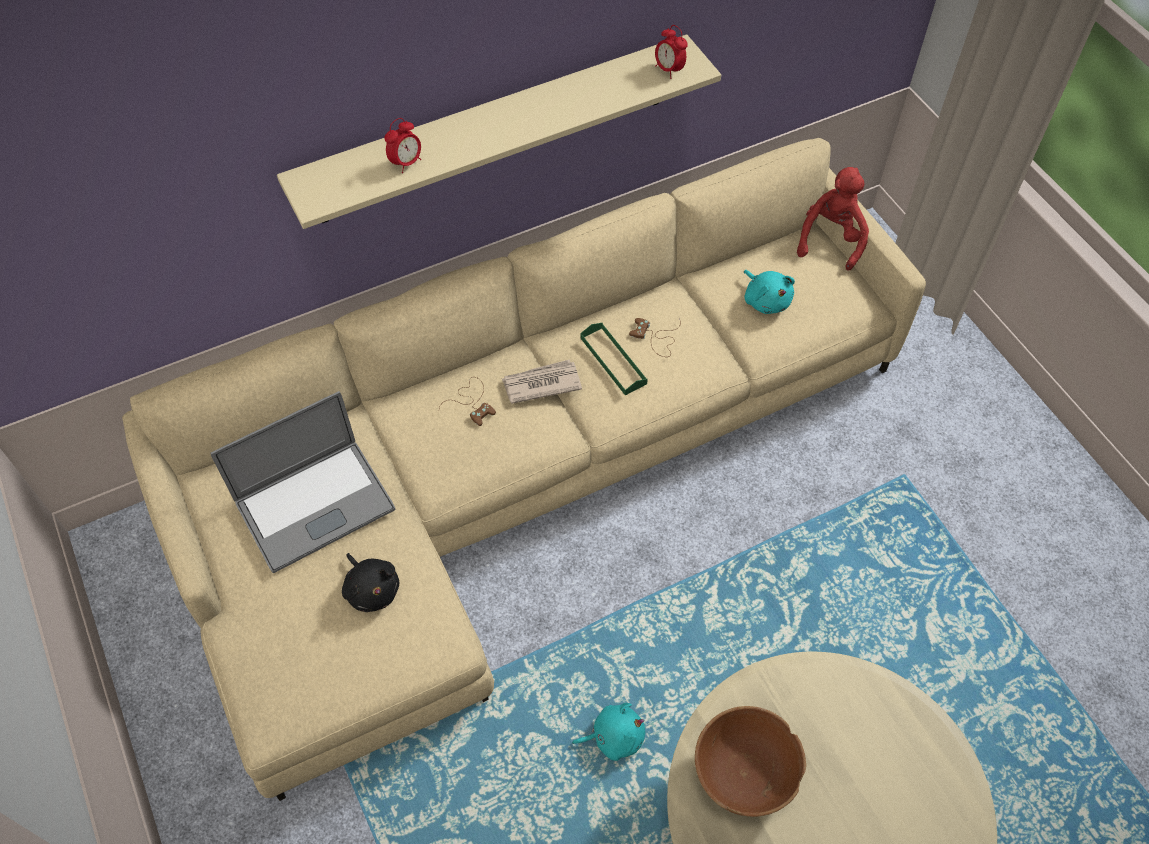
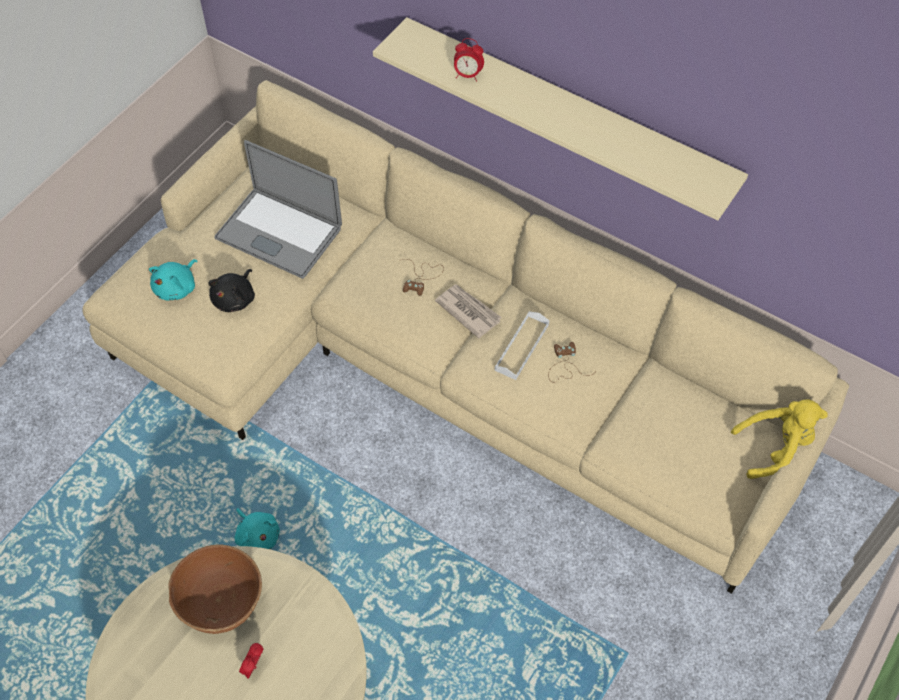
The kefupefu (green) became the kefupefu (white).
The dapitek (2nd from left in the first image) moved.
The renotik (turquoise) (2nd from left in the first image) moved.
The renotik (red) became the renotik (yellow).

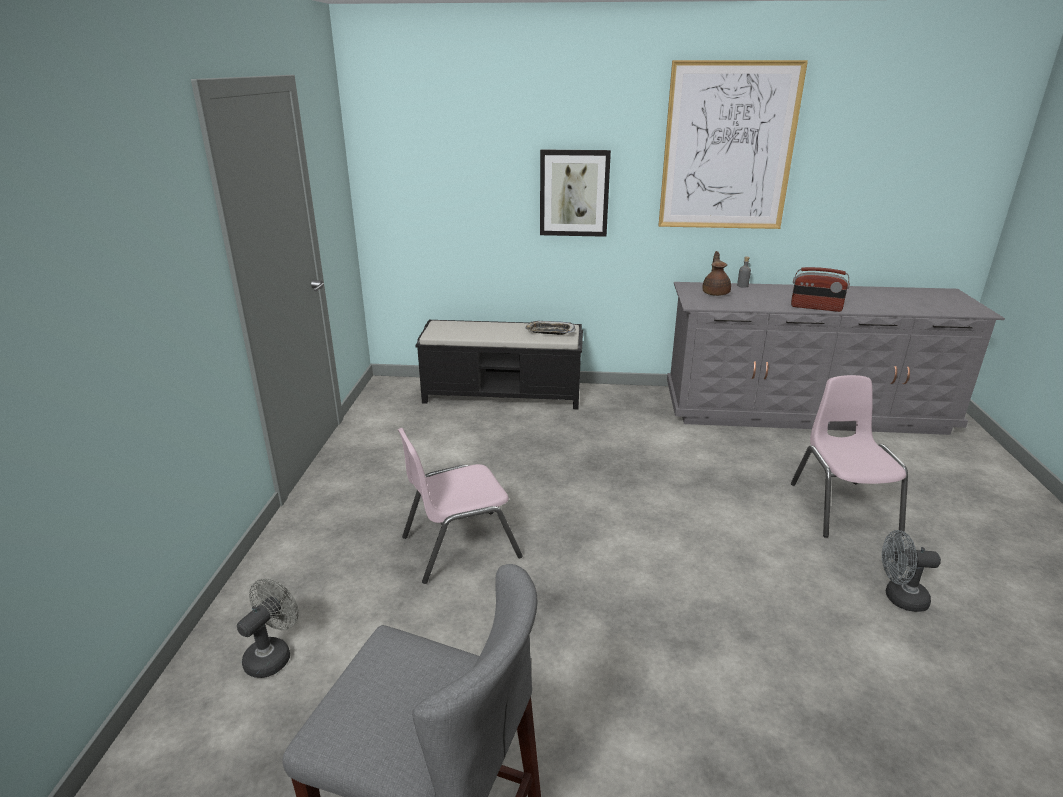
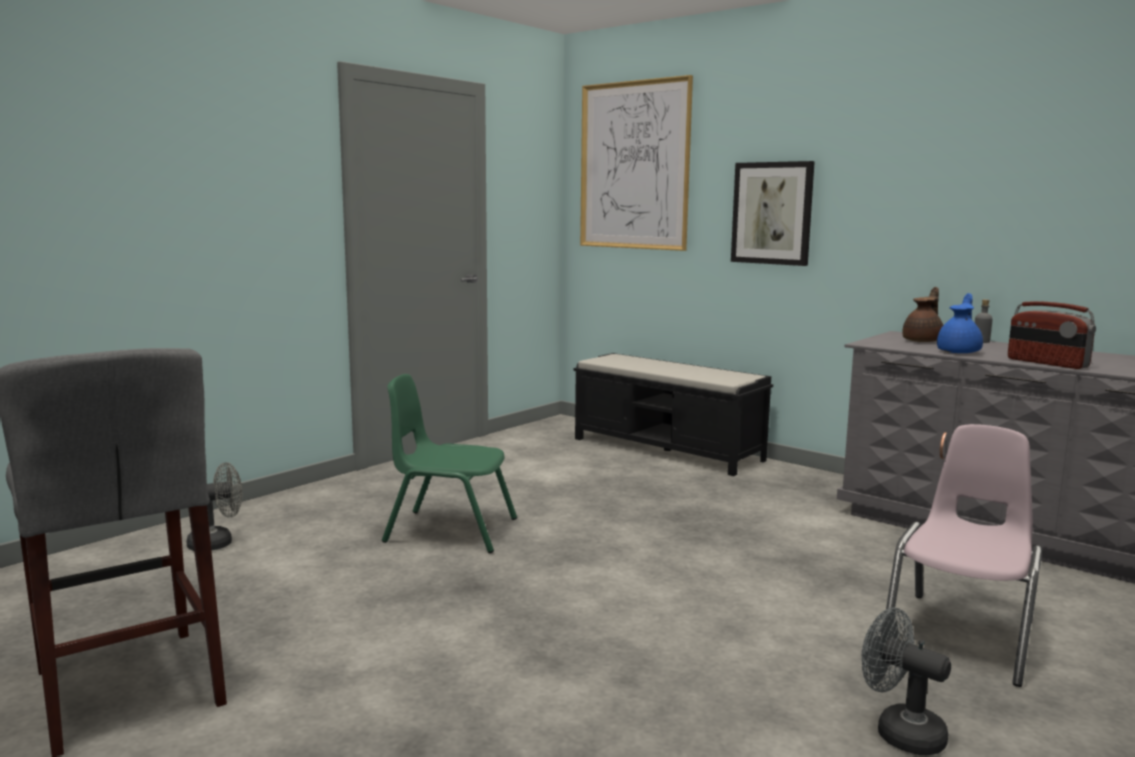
The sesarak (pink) (1st from left) became the sesarak (green).
The kefupefu disappeared.
The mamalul (2nd from left in the first image) moved.
The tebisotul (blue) appeared.

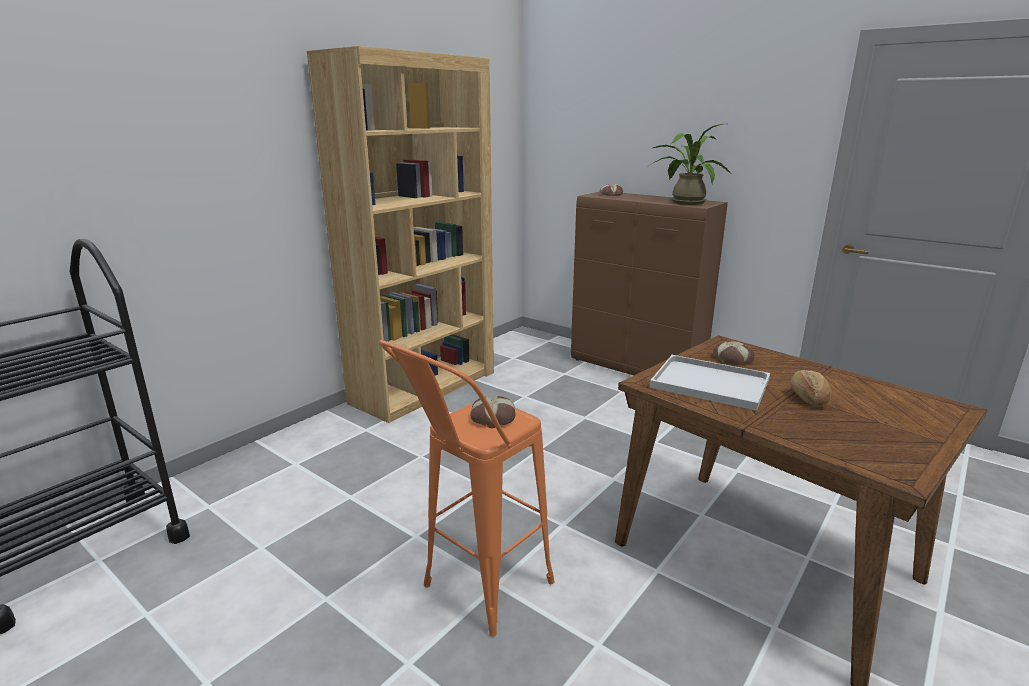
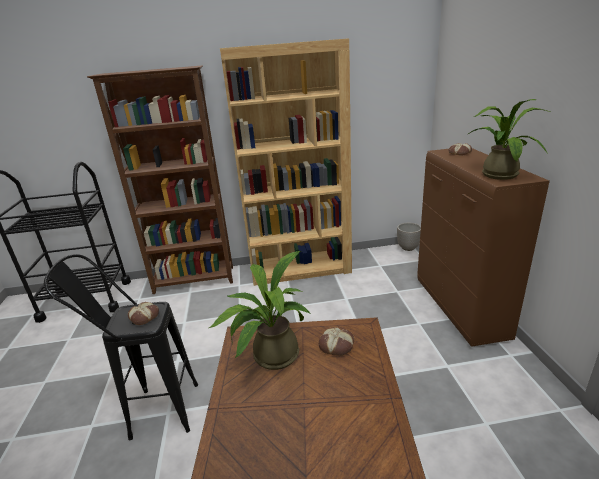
The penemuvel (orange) became the penemuvel (black).
The kefupefu (white) was replaced by the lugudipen (1st from left).
The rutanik (4th from left) disappeared.
The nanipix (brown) (1st from left) appeared.
The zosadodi appeared.

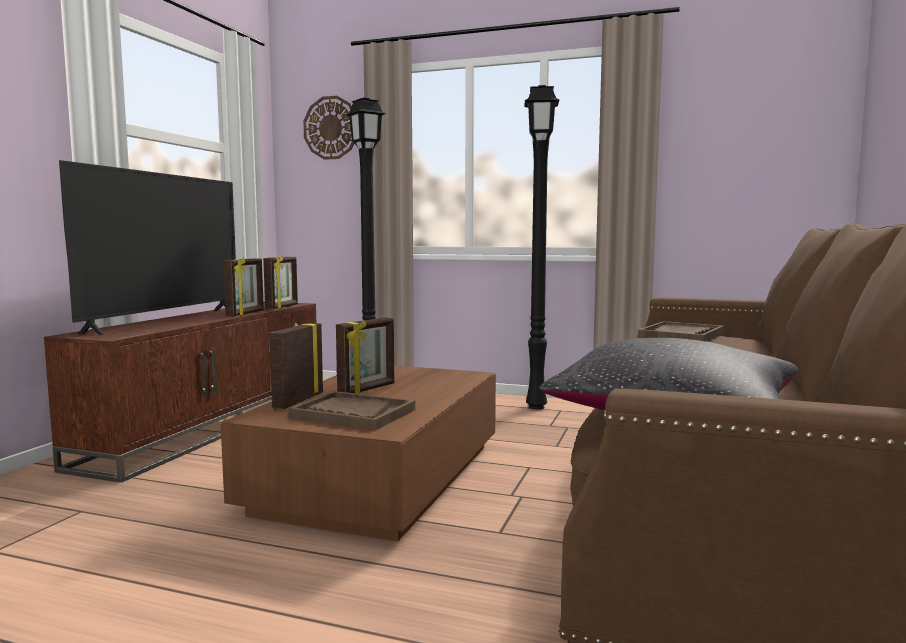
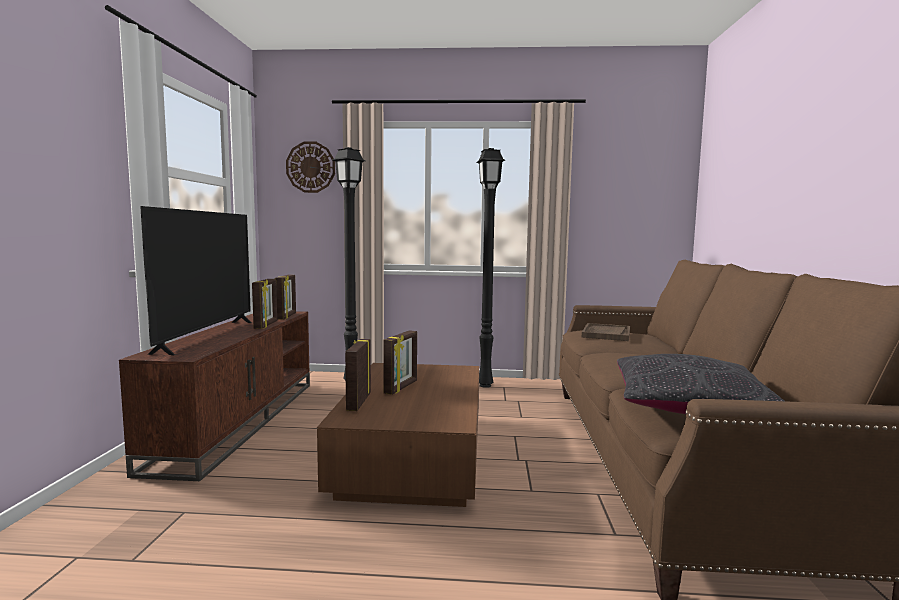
The kefupefu (brown) (1st from left) disappeared.

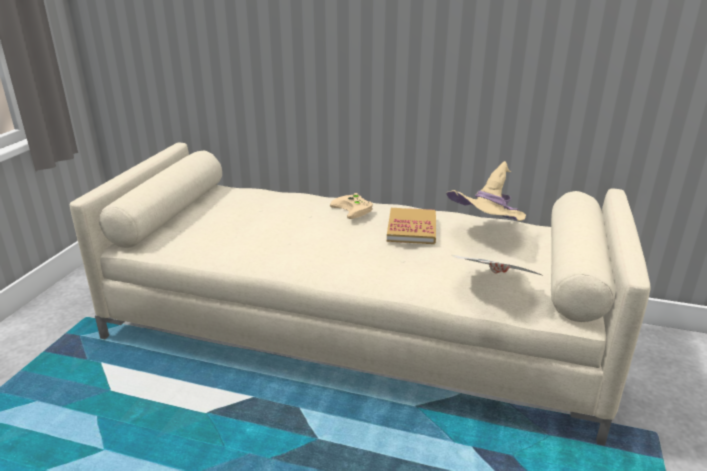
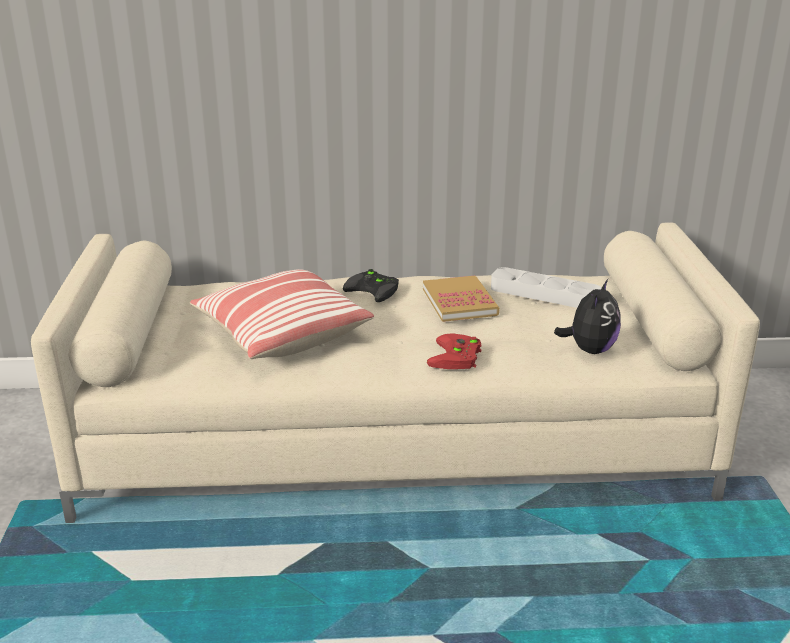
The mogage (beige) became the mogage (black).
The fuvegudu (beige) was replaced by the kefupefu (grey).
The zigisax was replaced by the renotik.
The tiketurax appeared.
The mogage (red) appeared.

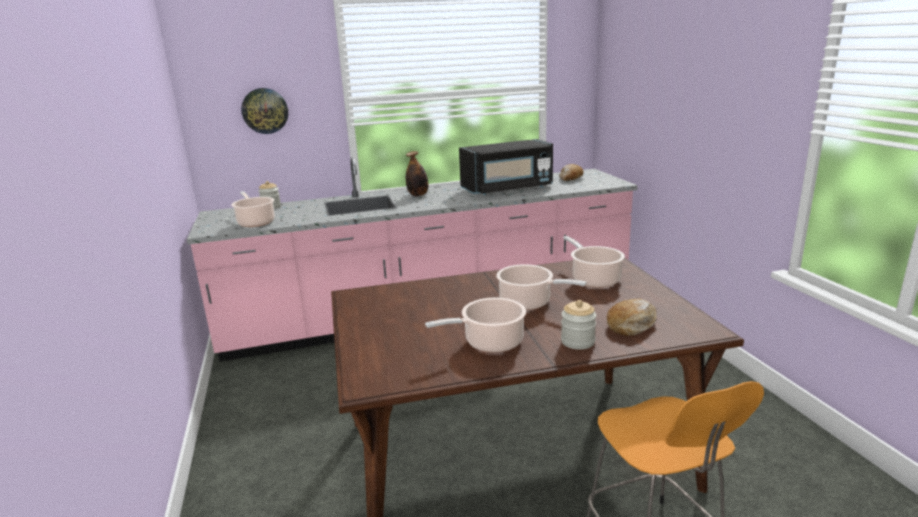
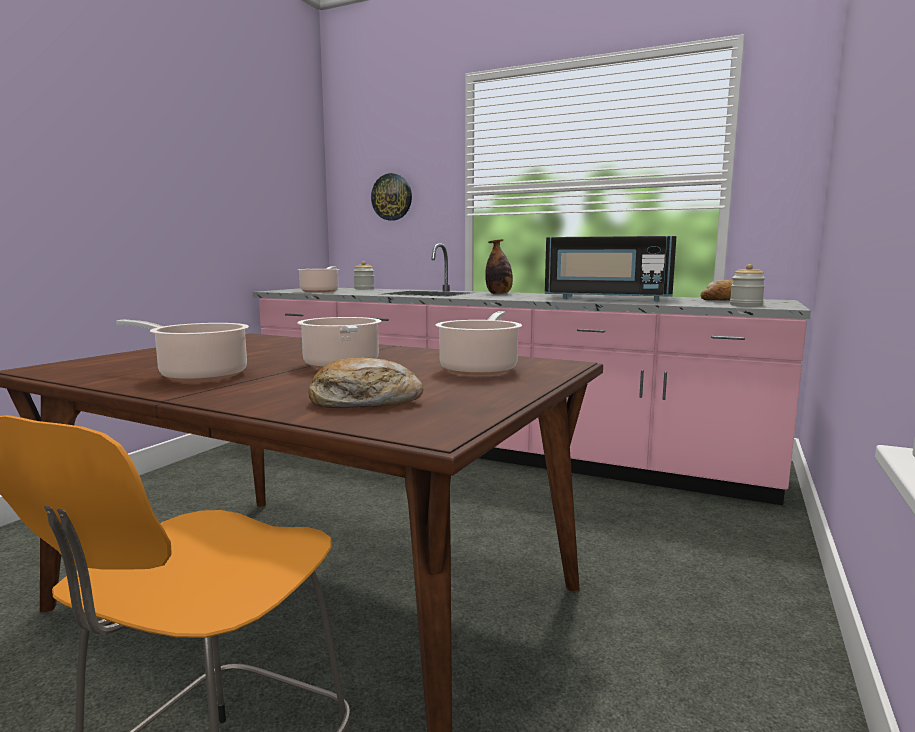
The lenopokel (2nd from left) moved.

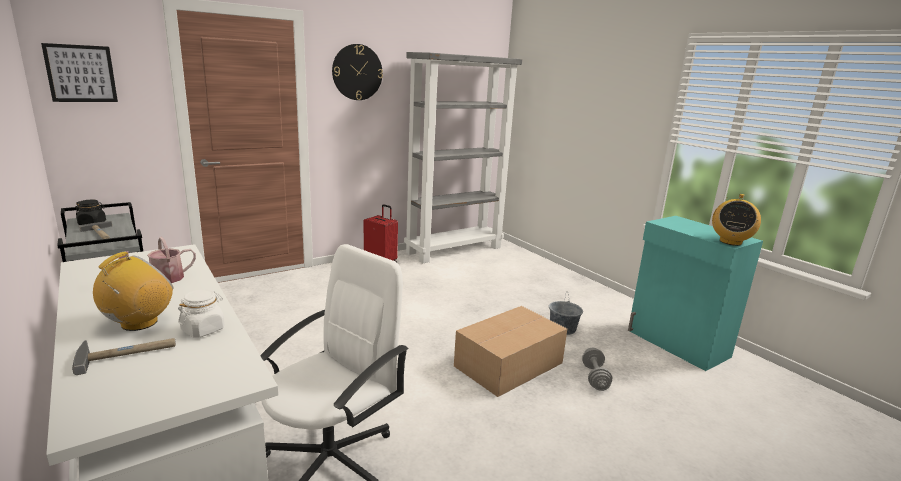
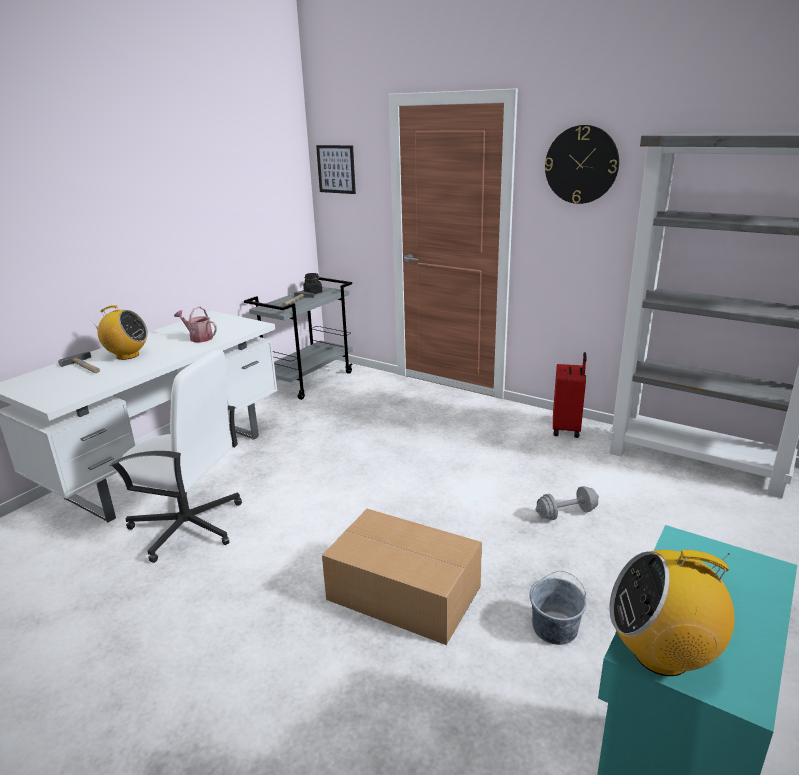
The lenopokel (white) disappeared.
The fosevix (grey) moved.

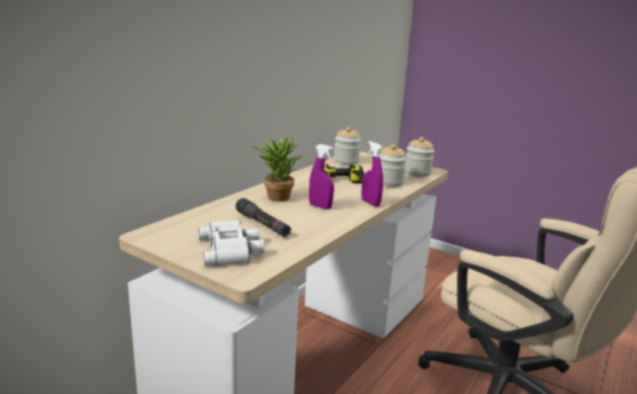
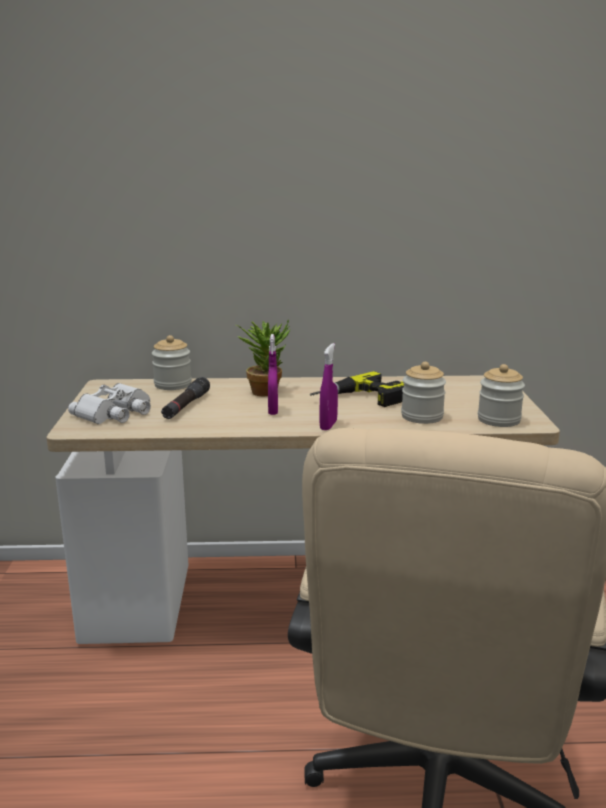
The lenopokel (1st from left) moved.

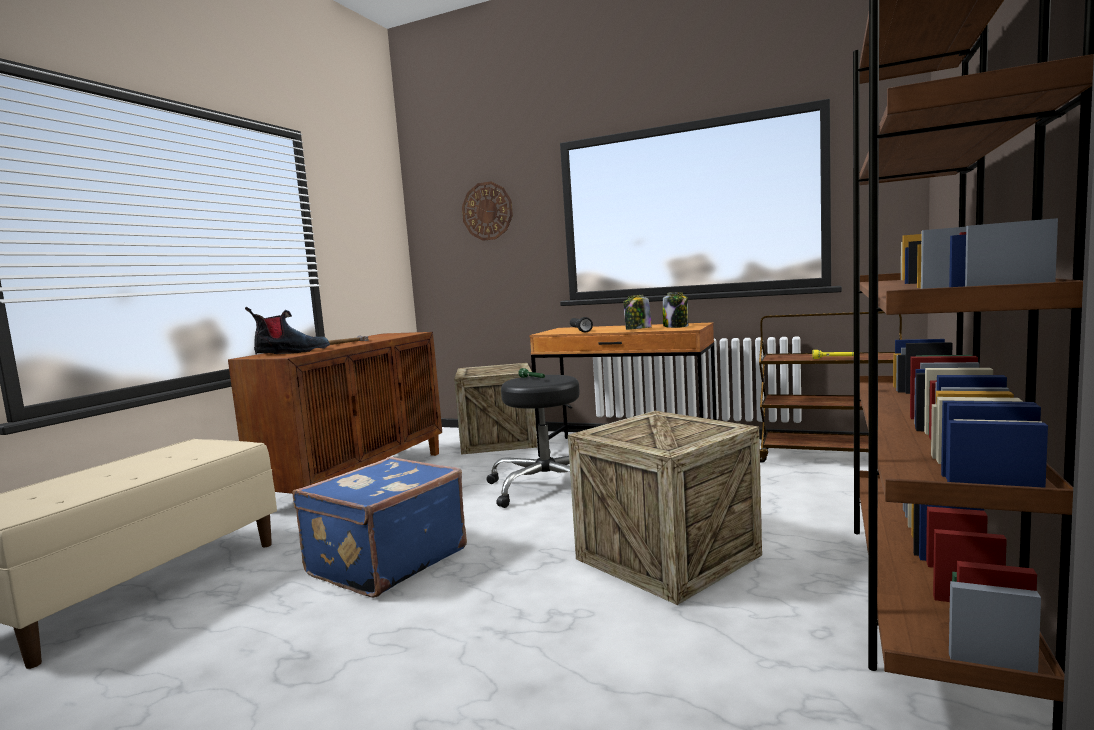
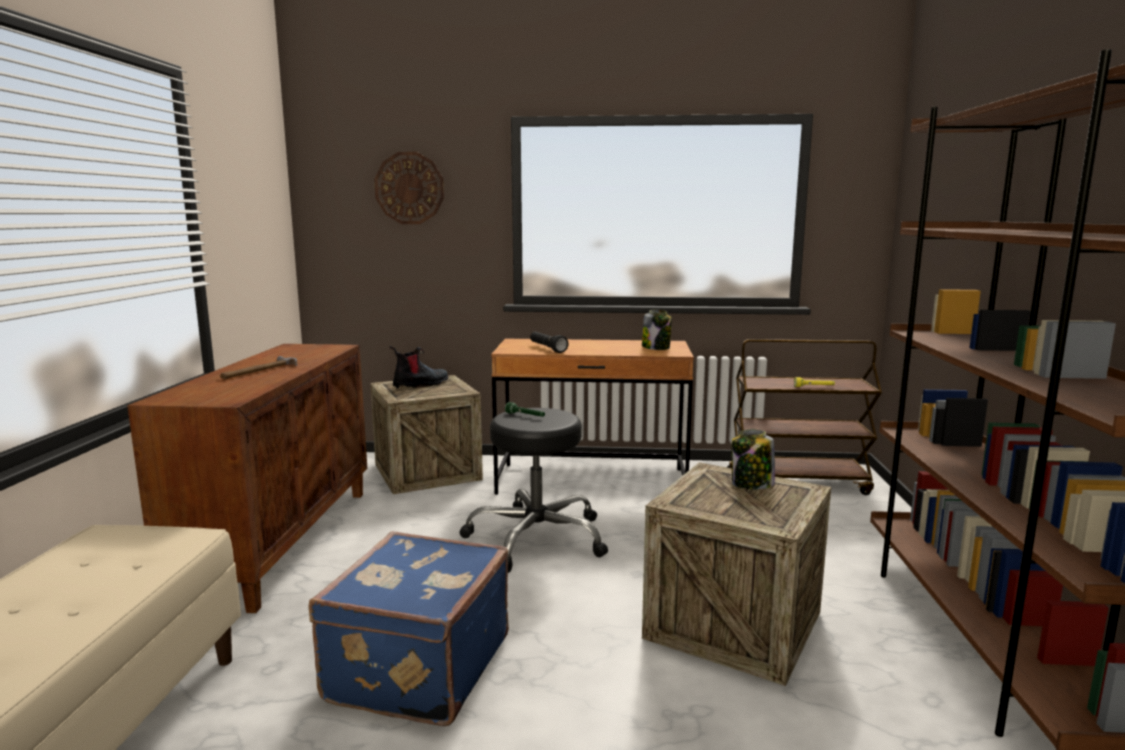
The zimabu moved.
The lenopokel (1st from left in the first image) moved.

